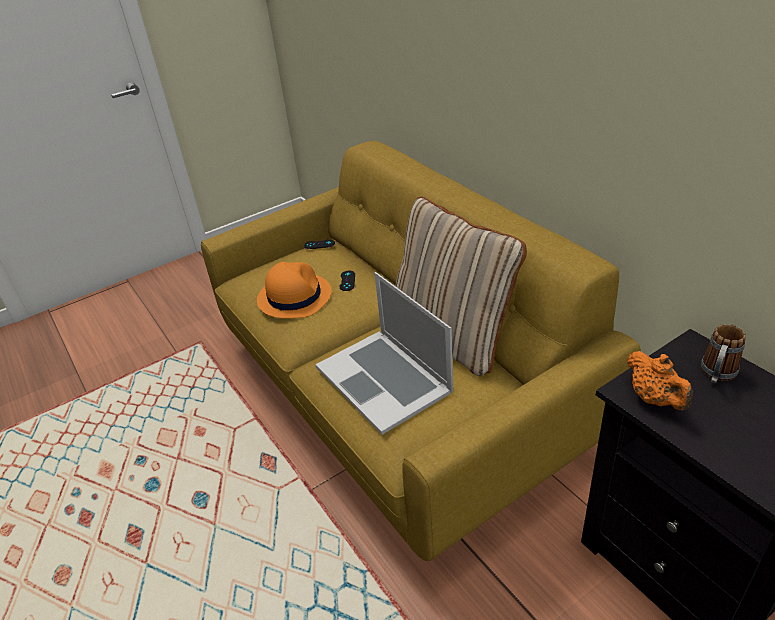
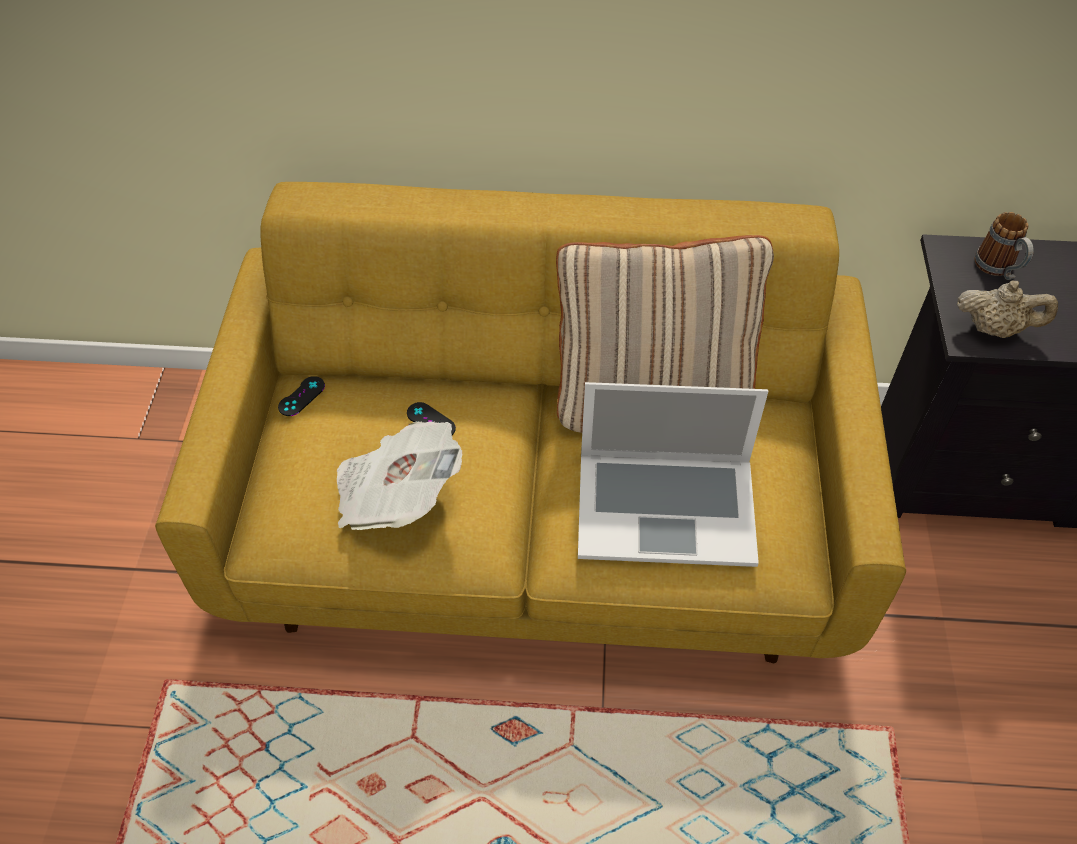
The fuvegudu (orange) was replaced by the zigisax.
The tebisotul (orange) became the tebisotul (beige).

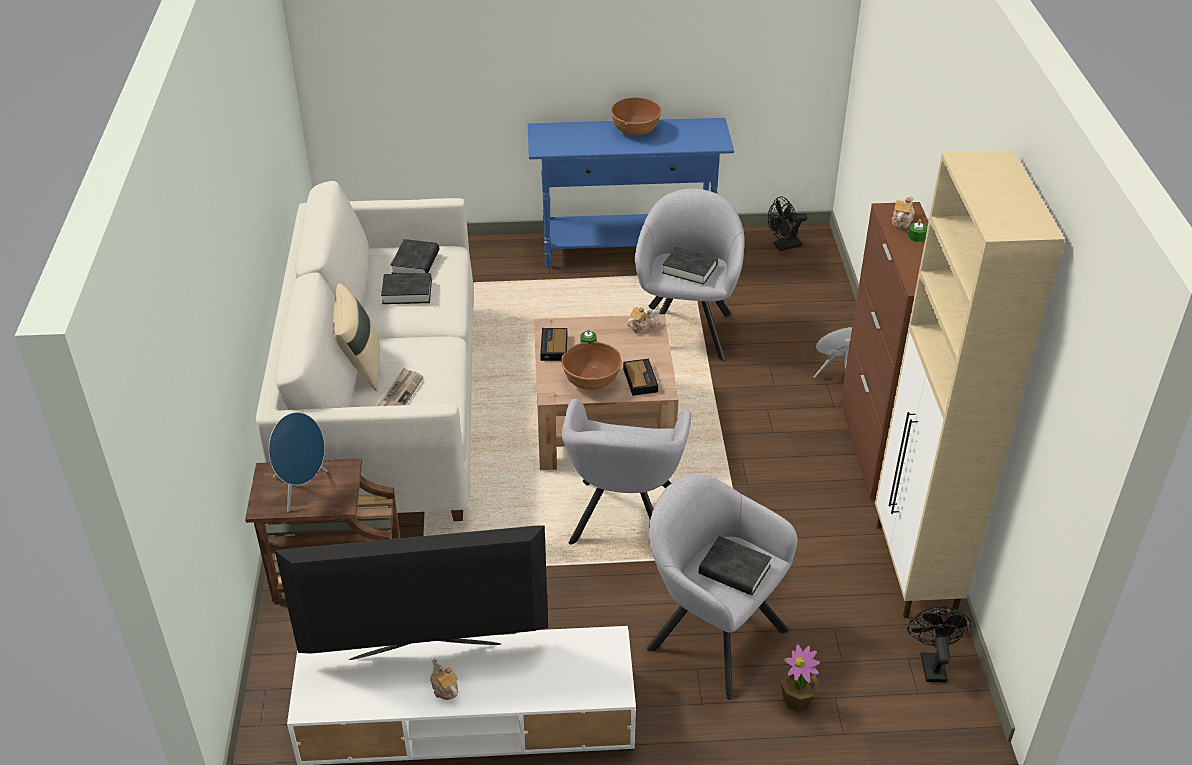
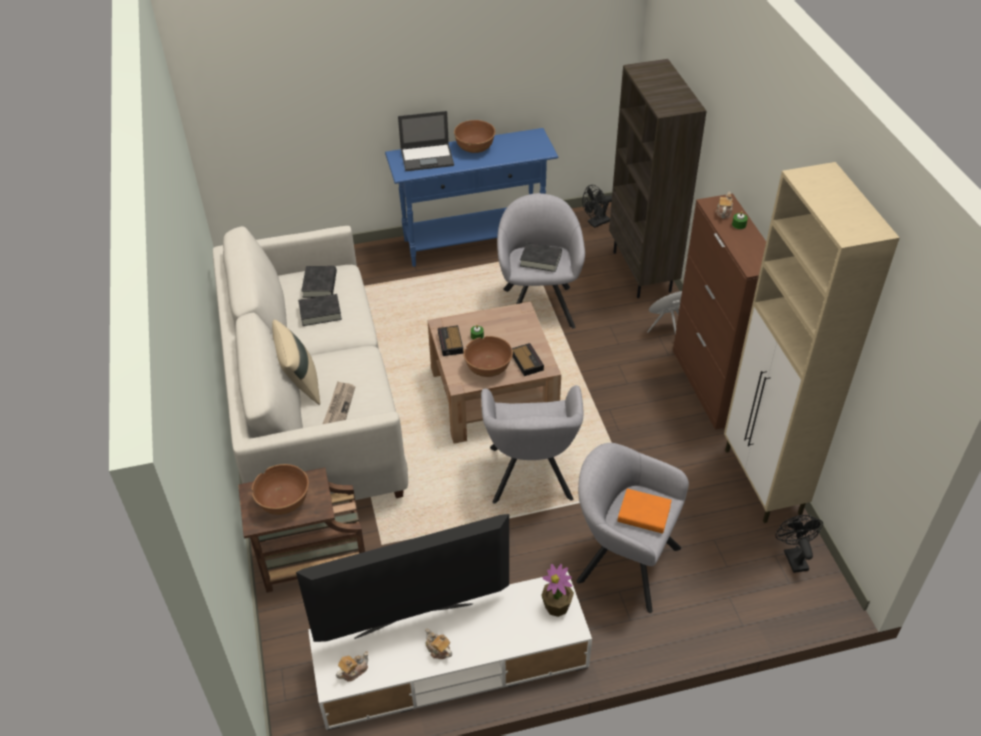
The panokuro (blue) (1st from left) was replaced by the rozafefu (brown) (1st from left).
The tebisotul (2nd from left in the first image) moved.
The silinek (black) (4th from left) became the silinek (orange).
The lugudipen moved.
The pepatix appeared.
The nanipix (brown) appeared.

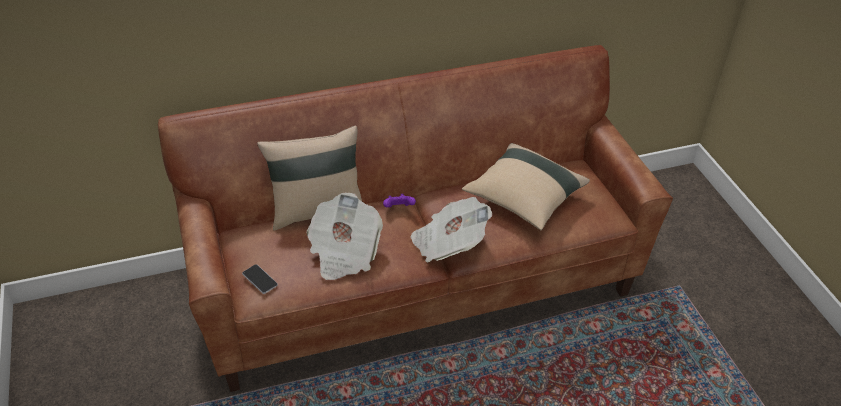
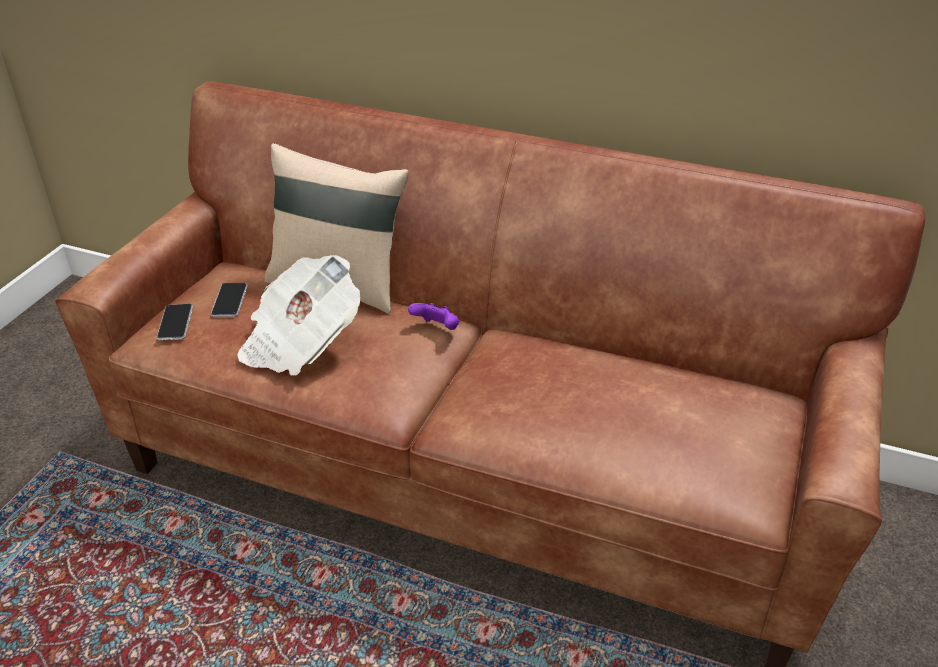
The zigisax (2nd from left) disappeared.
The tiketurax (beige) (2nd from left) disappeared.
The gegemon (2nd from left) appeared.

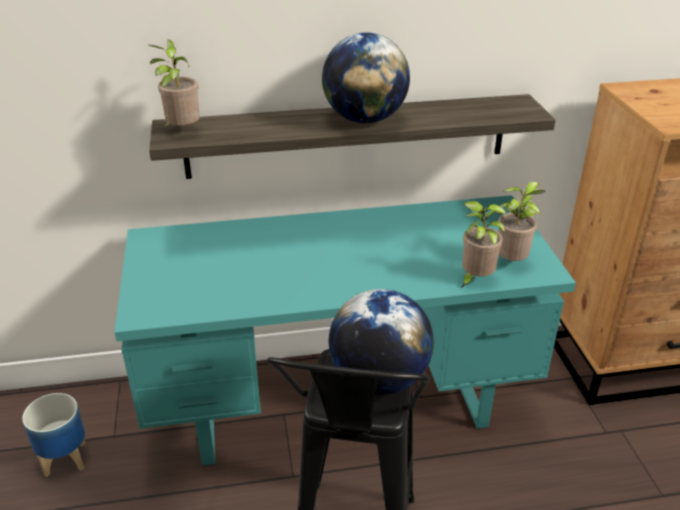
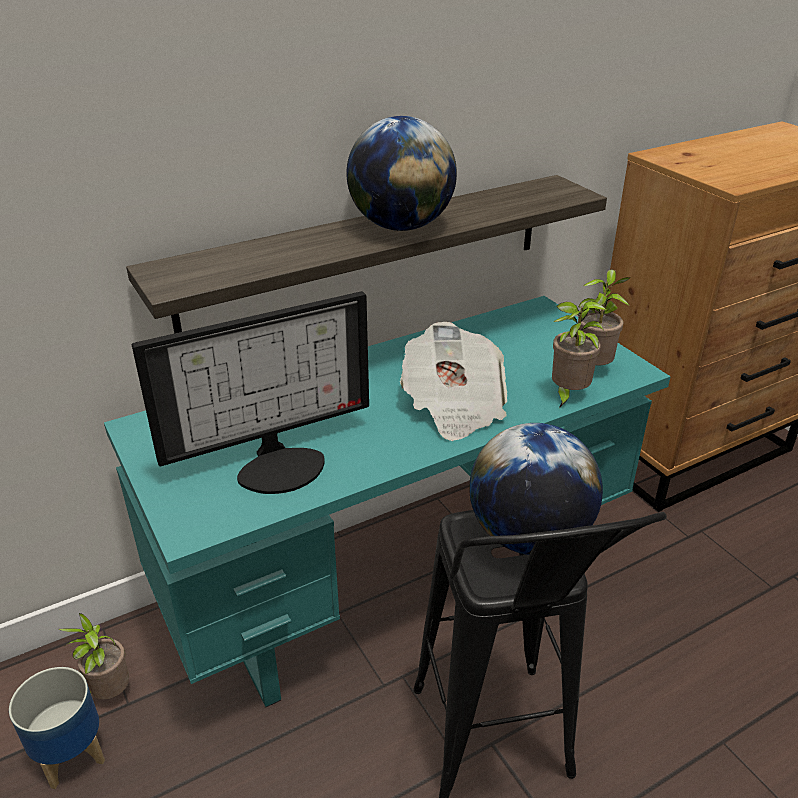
The lugudipen (1st from left) moved.
The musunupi appeared.
The zigisax appeared.

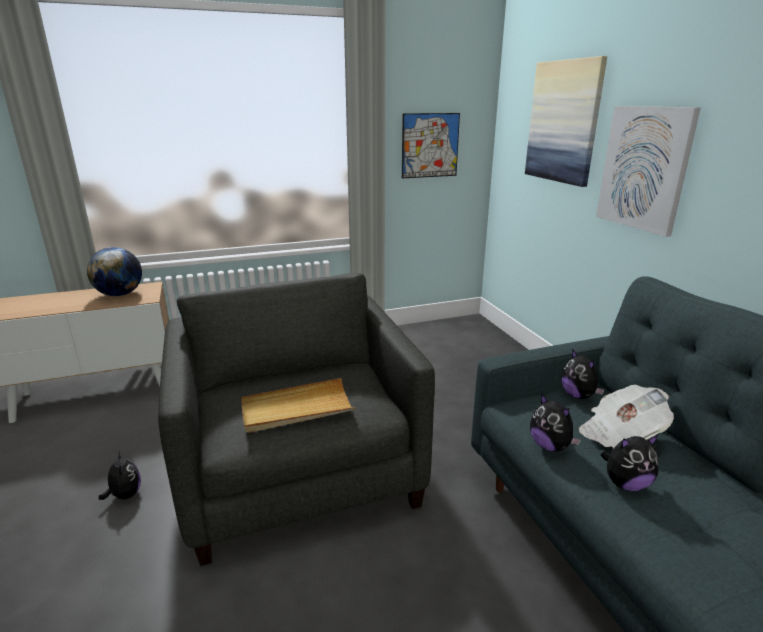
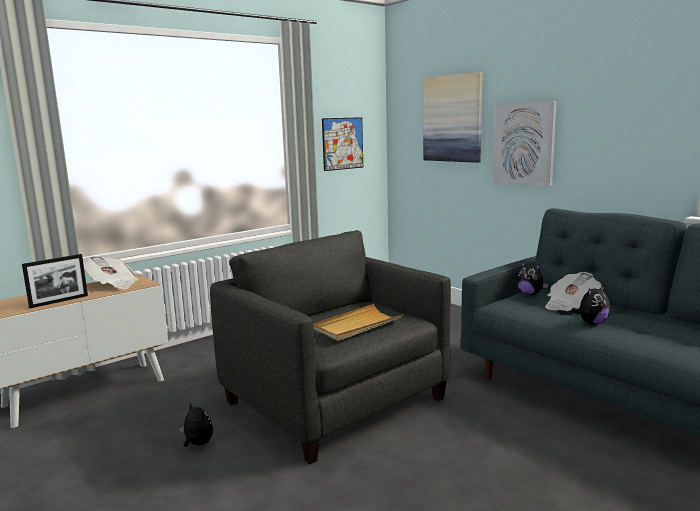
The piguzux was replaced by the zigisax (1st from left).
The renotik (2nd from left) disappeared.
The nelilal appeared.

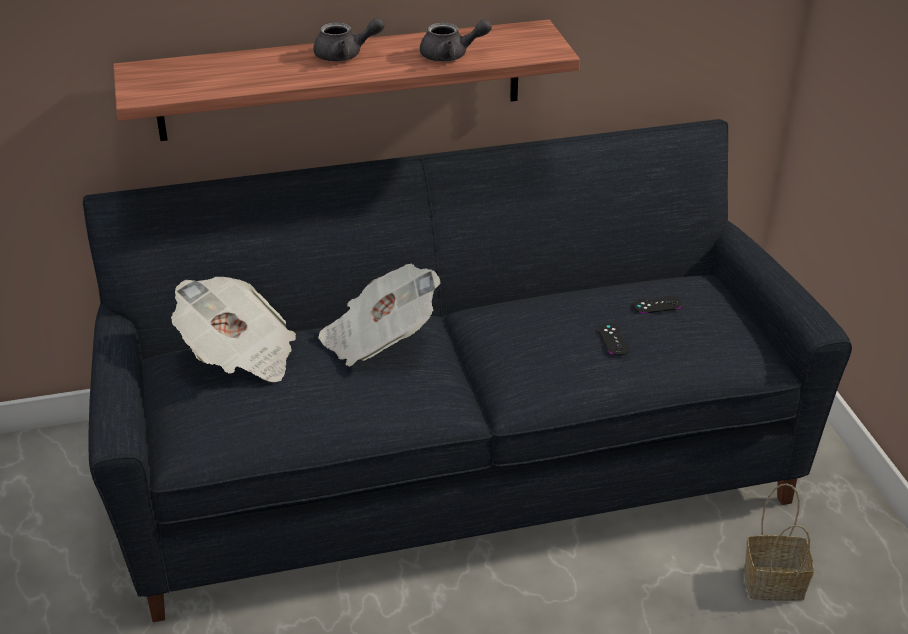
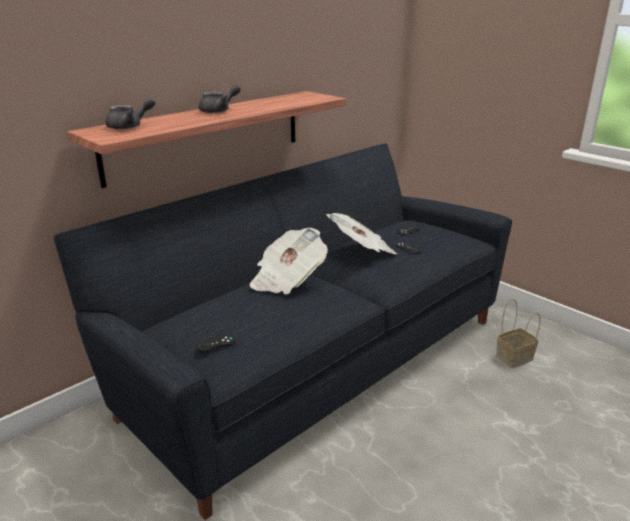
The zigisax (1st from left in the first image) moved.
The tebisotul (grey) (2nd from left in the first image) moved.
The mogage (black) (1st from left) appeared.

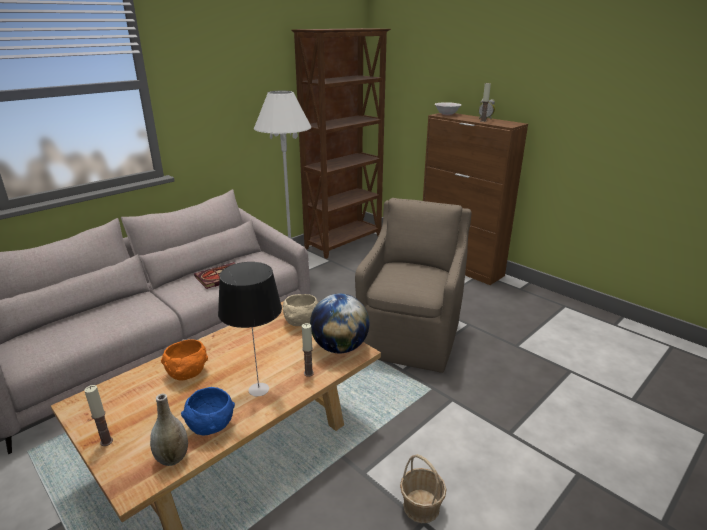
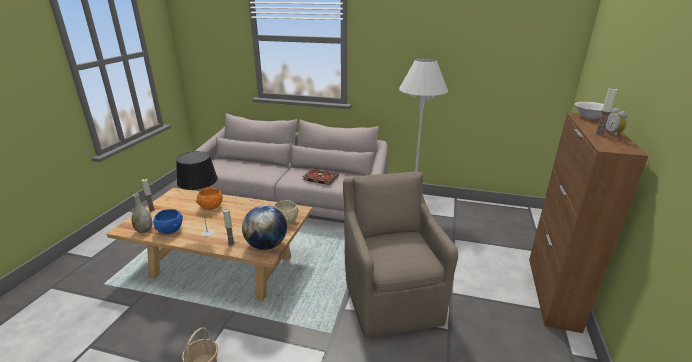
The nanipix (brown) disappeared.
The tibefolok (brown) turned 90 degrees counterclockwise.

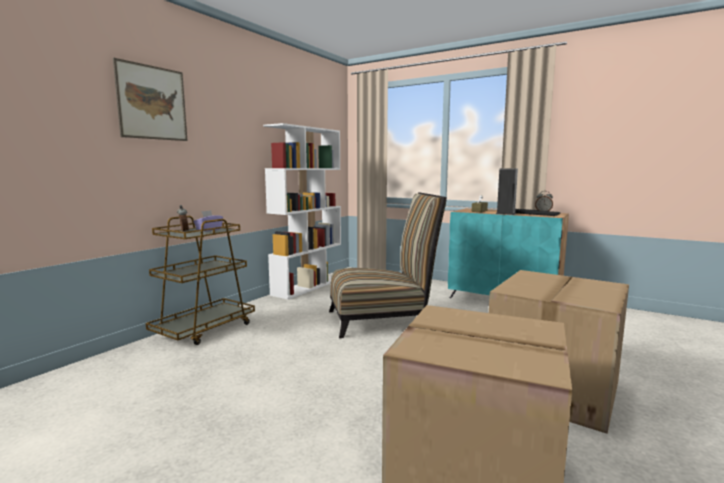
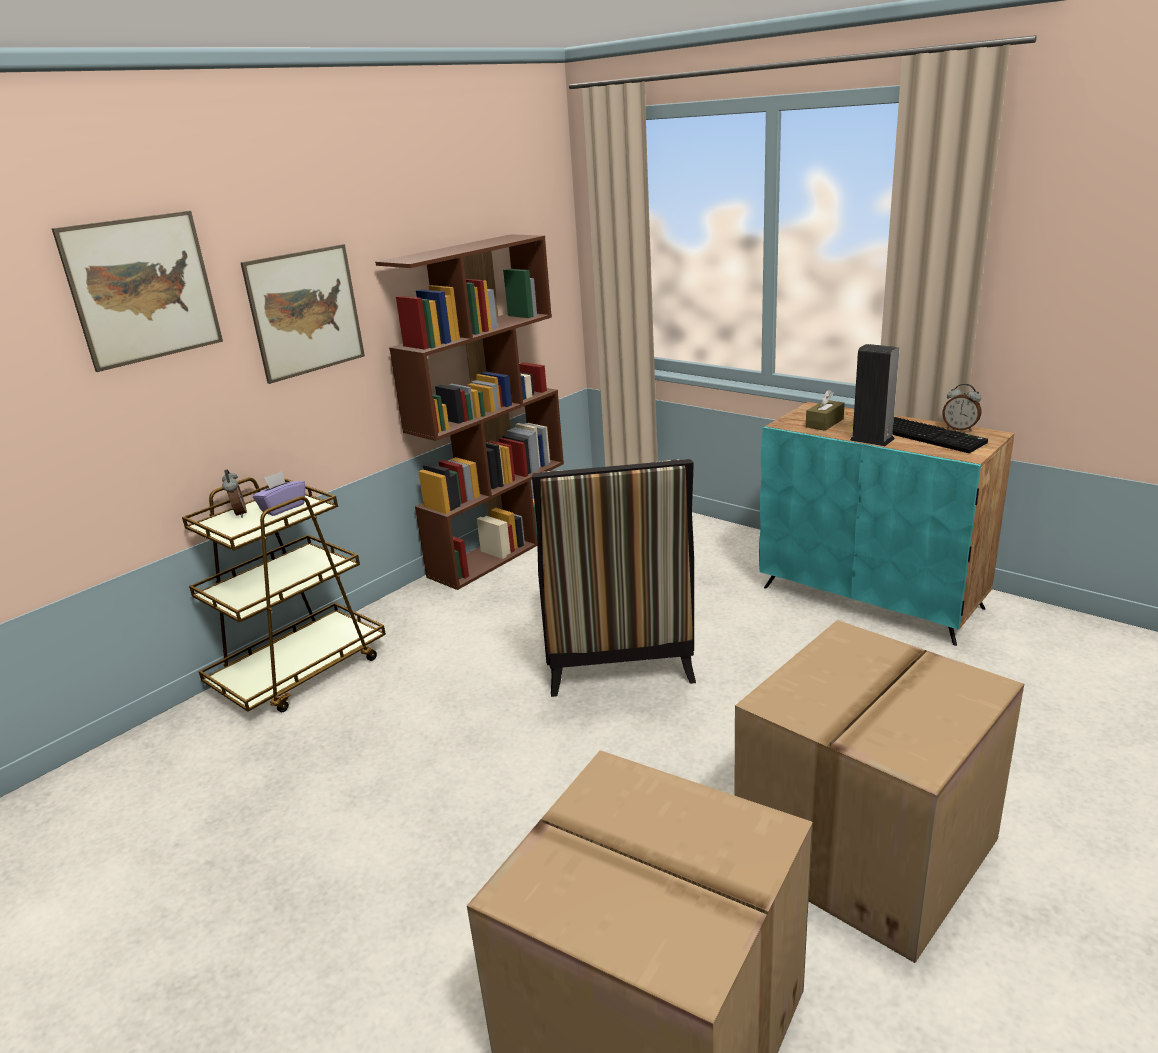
The nanipix (white) became the nanipix (brown).
The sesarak turned 90 degrees clockwise.
The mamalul (2nd from left) appeared.

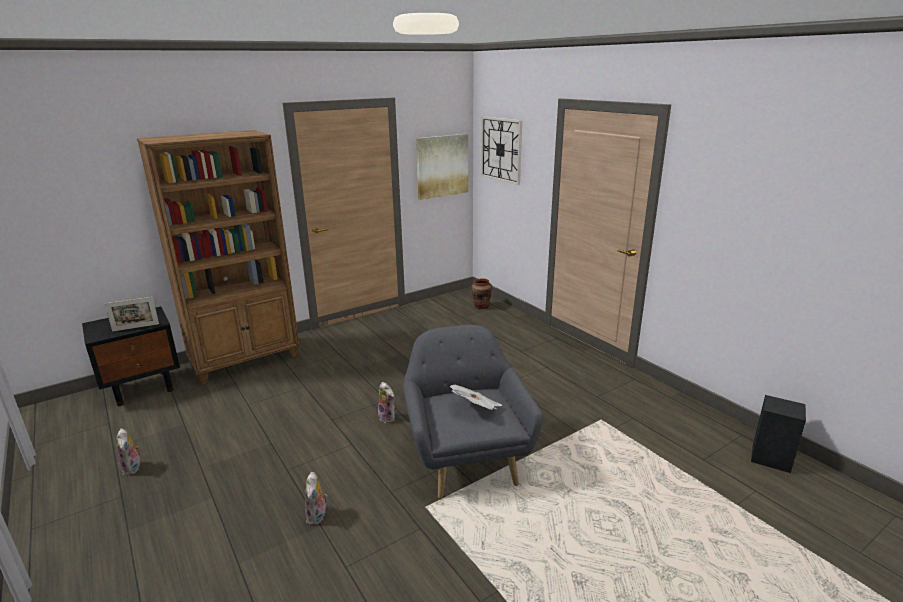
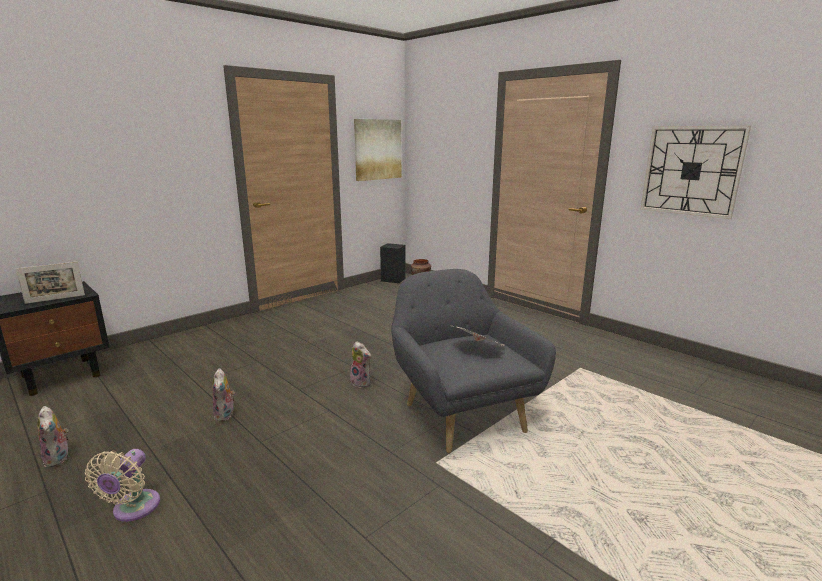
The nanipix (brown) disappeared.
The renotik (2nd from left) moved.
The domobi moved.
The panokuro (black) moved.
The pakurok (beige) appeared.

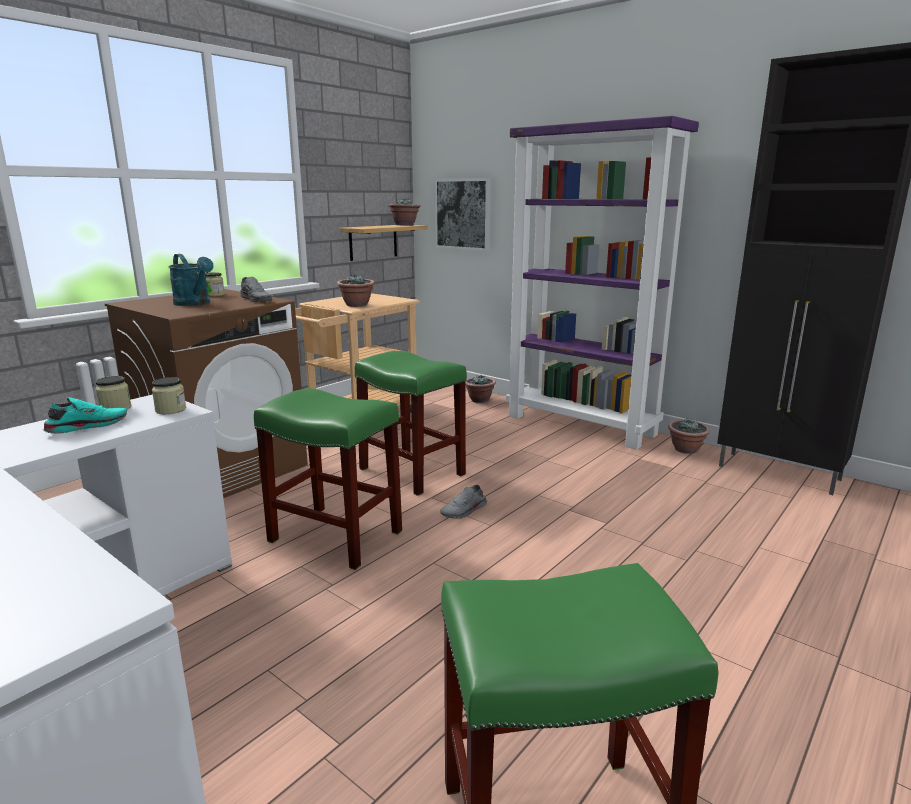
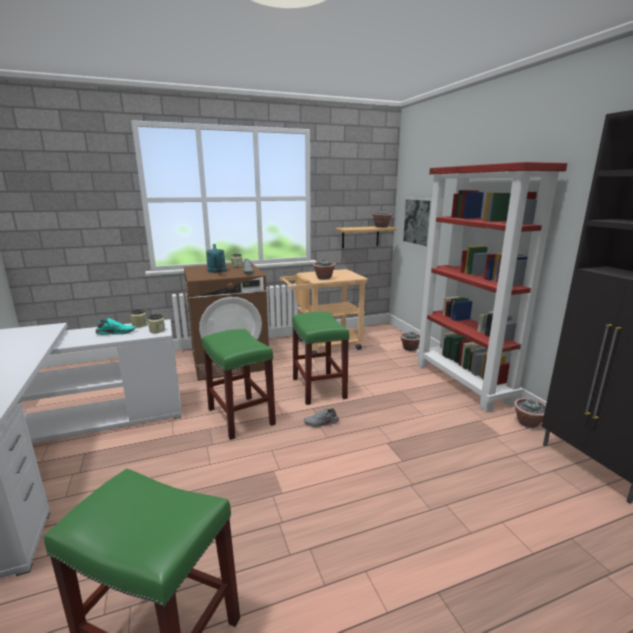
The nanipix (purple) became the nanipix (red).

